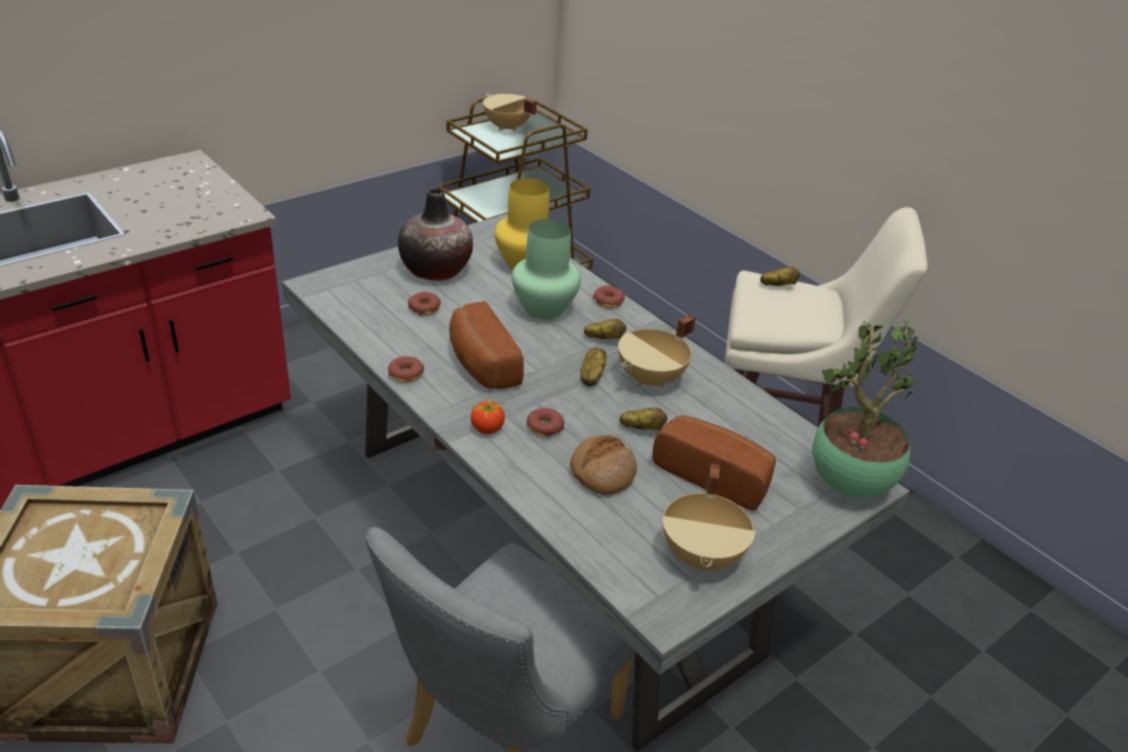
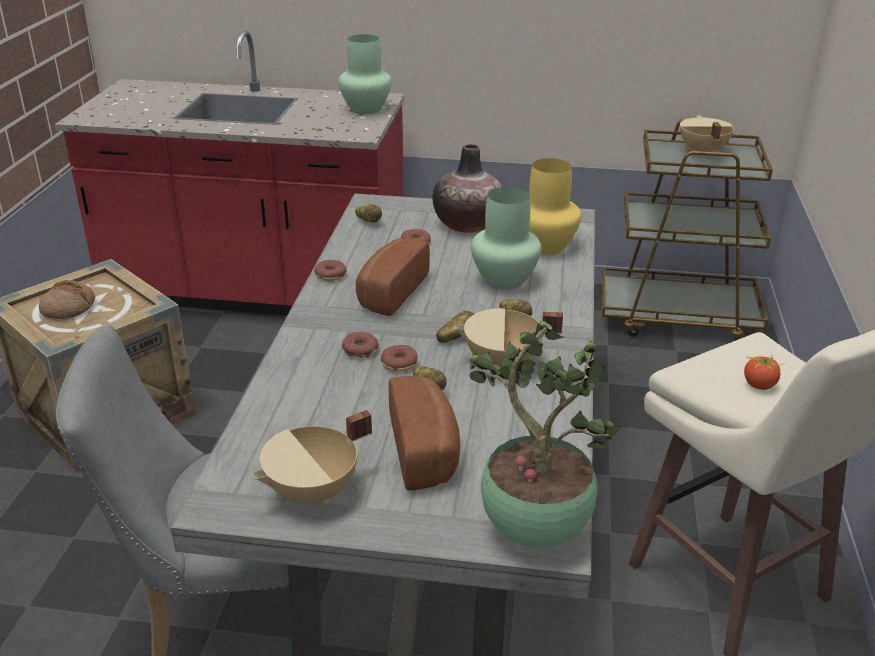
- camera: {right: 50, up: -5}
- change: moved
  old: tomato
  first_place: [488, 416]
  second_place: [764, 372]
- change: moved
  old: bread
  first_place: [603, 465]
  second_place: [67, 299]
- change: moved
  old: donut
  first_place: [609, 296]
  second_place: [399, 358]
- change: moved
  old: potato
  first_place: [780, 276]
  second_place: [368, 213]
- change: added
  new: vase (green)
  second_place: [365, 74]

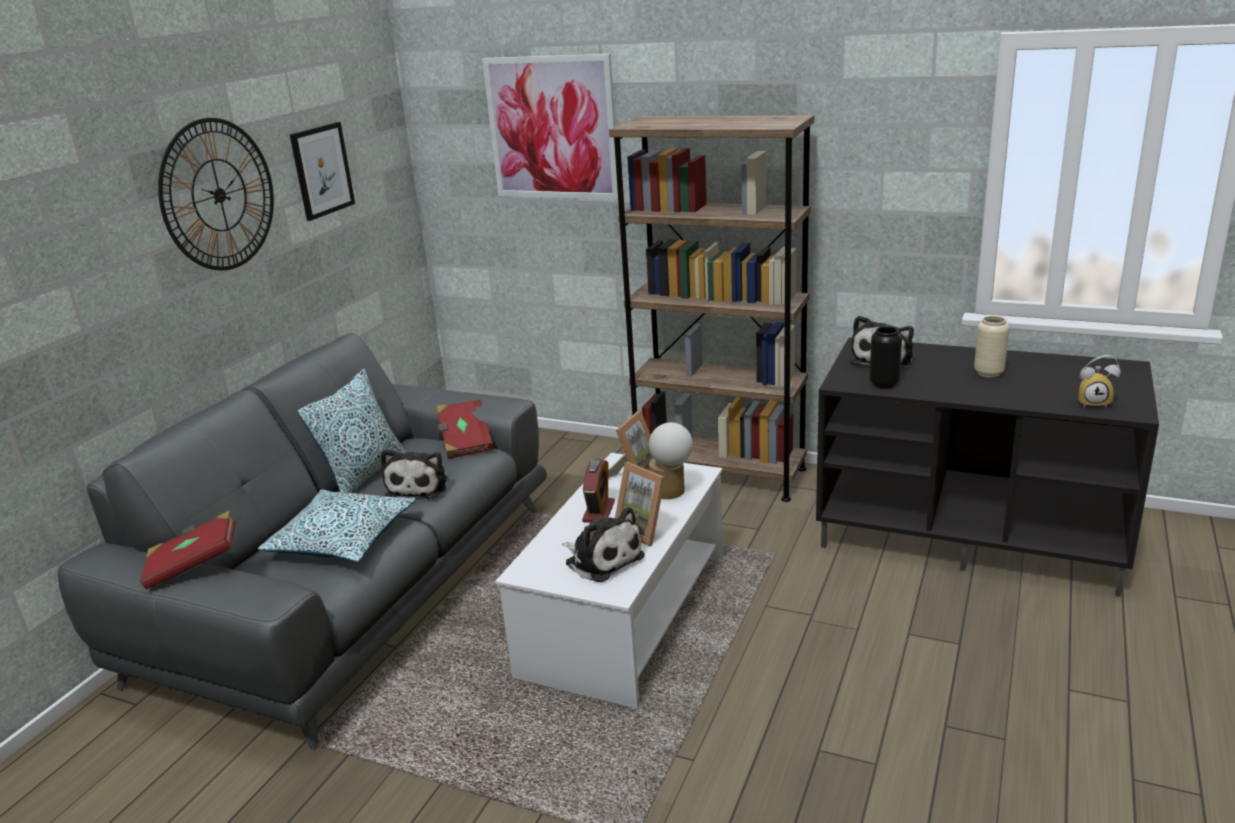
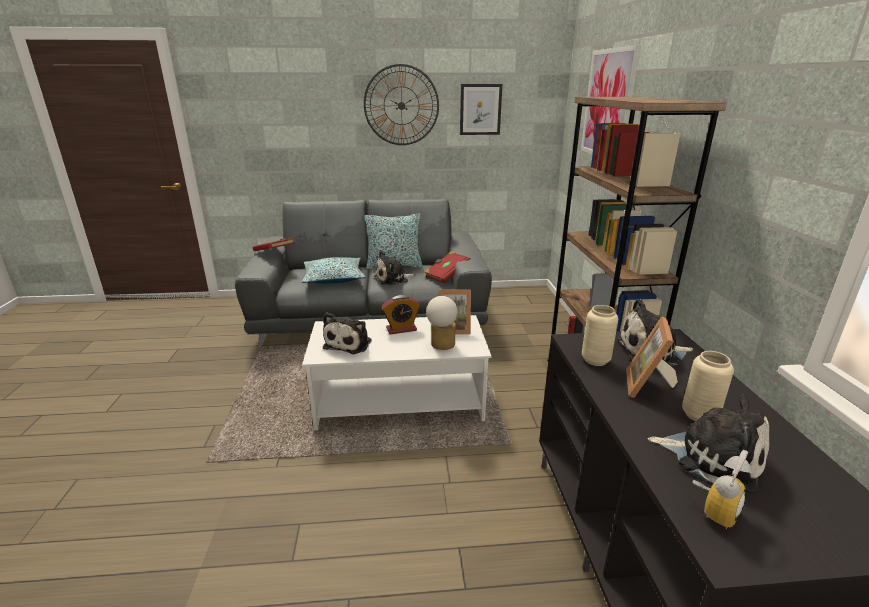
- camera: {right: 60, up: 0}
- change: moved
  old: picture frame
  first_place: [640, 504]
  second_place: [652, 357]
- change: recoloured
  old: vase (black)
  new: vase (beige)
  first_place: [885, 358]
  second_place: [600, 335]
- change: turned
  old: alarm clock
  first_place: [1099, 381]
  second_place: [722, 489]
  degrees: -120
- change: added
  new: plush toy
  second_place: [708, 444]

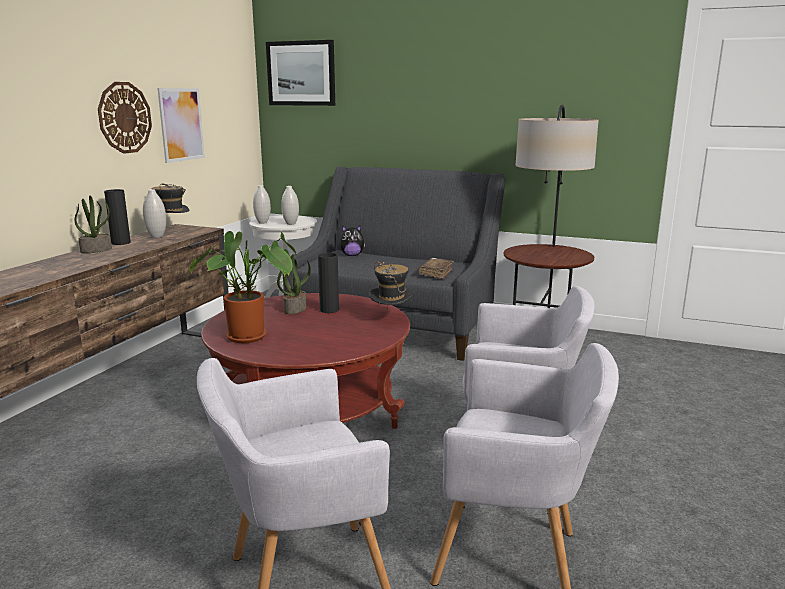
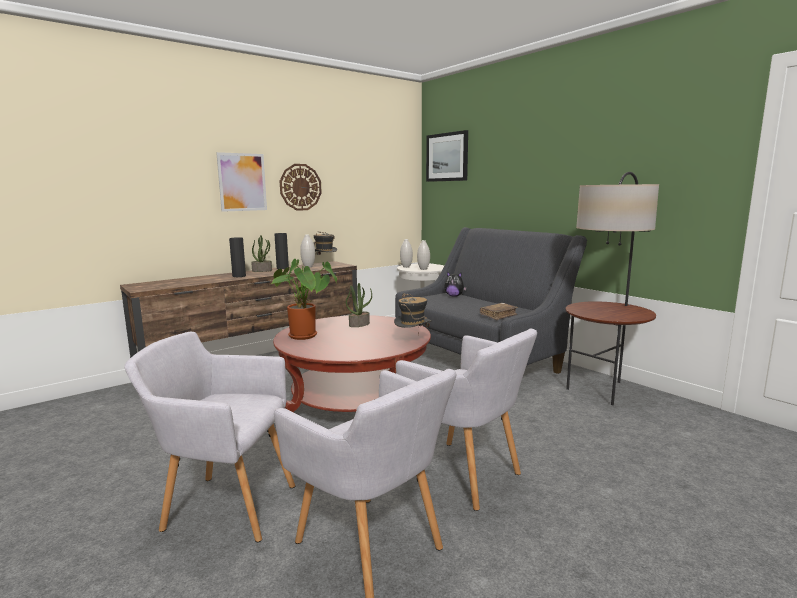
- camera: {right: 30, up: -5}
- change: moved
  old: picture
  first_place: [181, 125]
  second_place: [241, 182]
- change: moved
  old: vase (black)
  first_place: [328, 283]
  second_place: [237, 257]

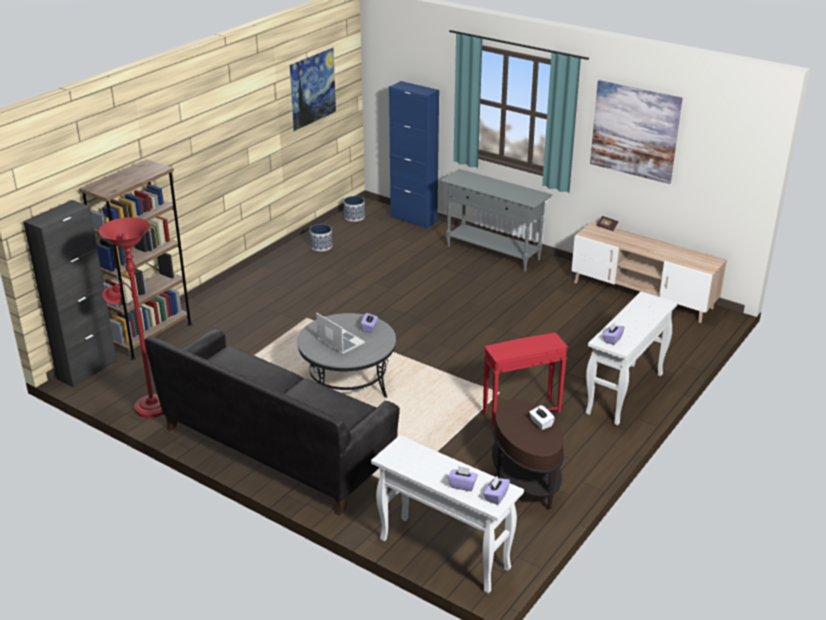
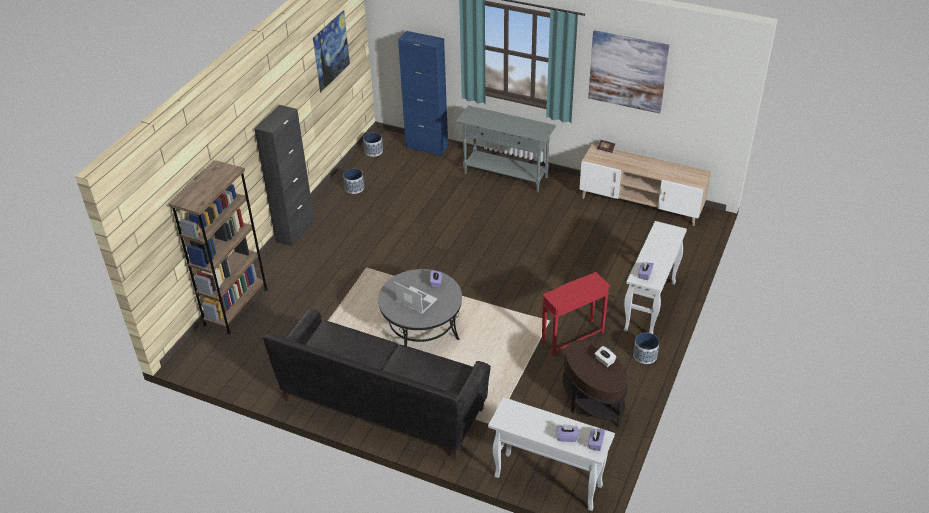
- camera: {right: -10, up: 10}
- change: moved
  old: cabinet (black)
  first_place: [70, 293]
  second_place: [284, 176]
- change: removed
  old: floor lamp (red)
  first_place: [131, 317]
- change: added
  new: planter
  second_place: [646, 348]

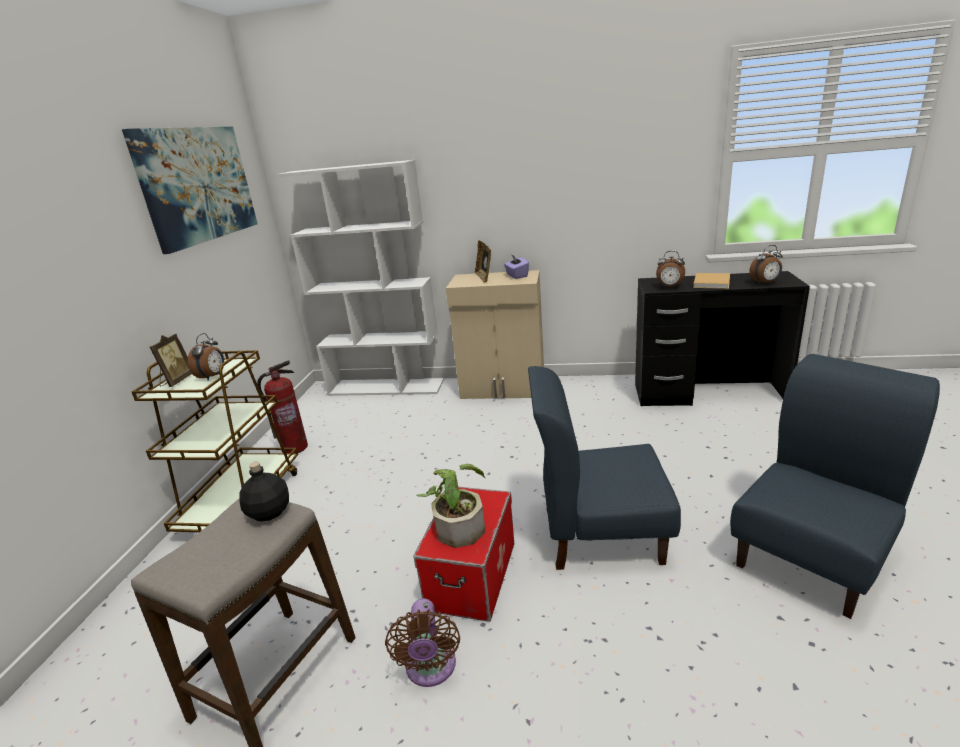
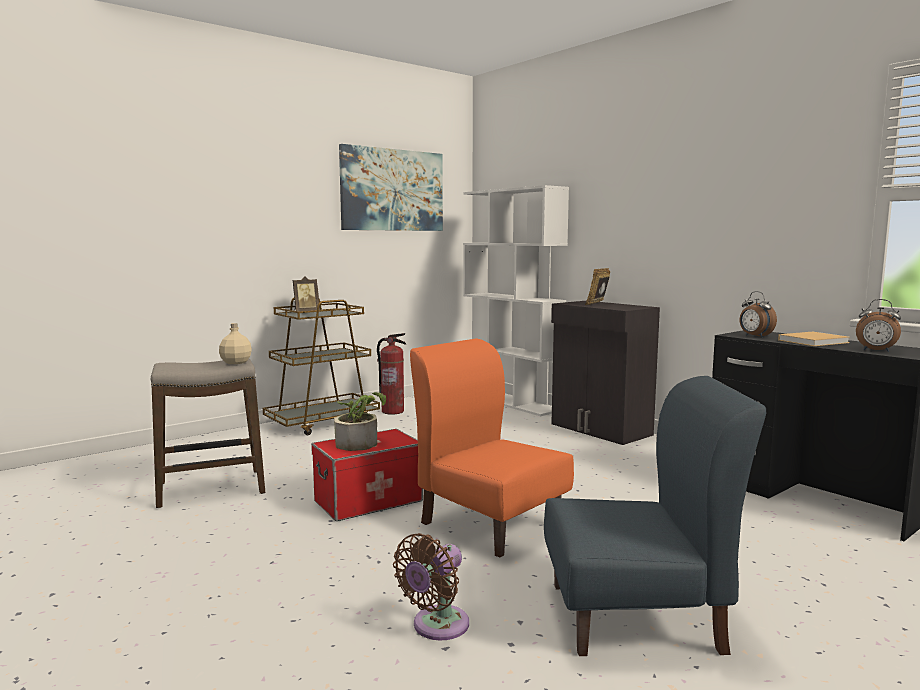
- camera: {right: 40, up: -15}
- change: removed
  old: alarm clock
  first_place: [206, 357]
- change: recoloured
  old: bottle (black)
  new: bottle (beige)
  first_place: [264, 491]
  second_place: [235, 343]
- change: moved
  old: fan (brown)
  first_place: [422, 643]
  second_place: [431, 586]
- change: recoloured
  old: cabinet (beige)
  new: cabinet (black)
  first_place: [495, 334]
  second_place: [605, 373]
- change: removed
  old: tissue box (purple)
  first_place: [516, 266]
- change: recoloured
  old: chair (blue)
  new: chair (orange)
  first_place: [604, 468]
  second_place: [492, 448]

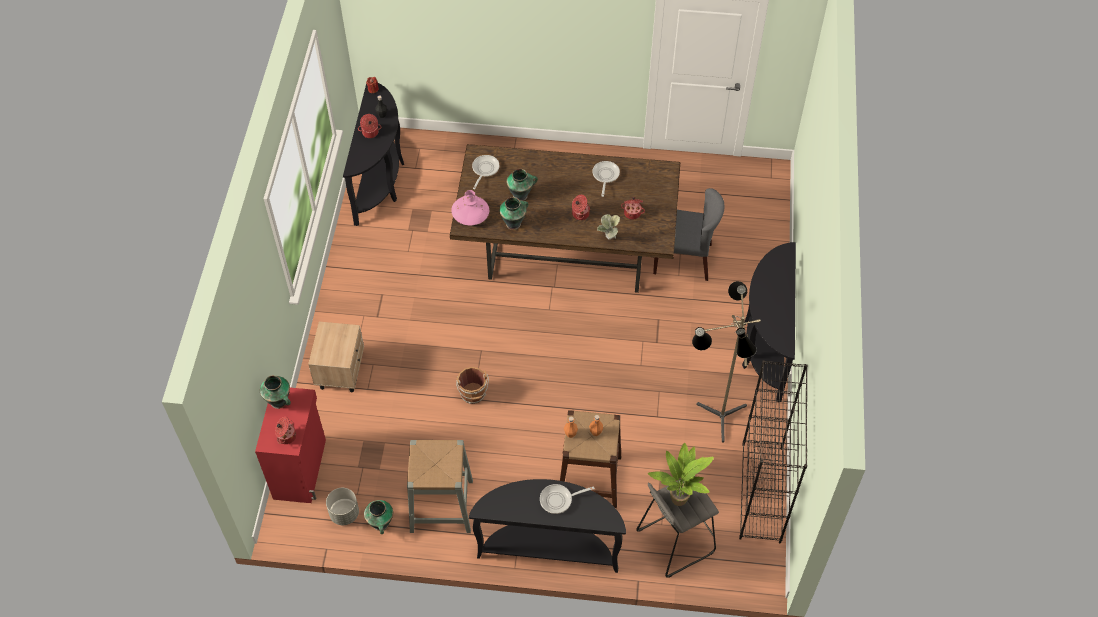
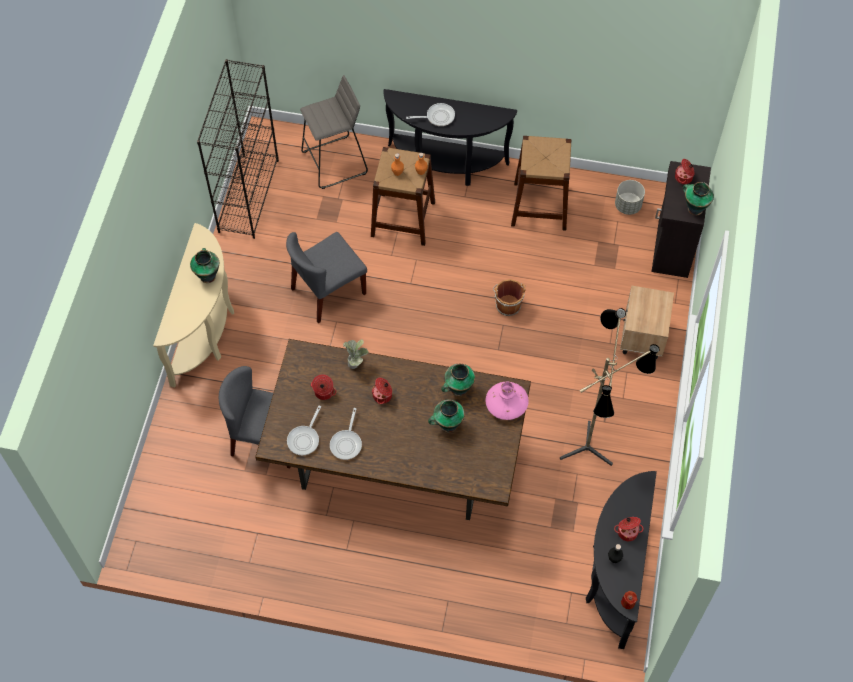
- camera: {right: -175, up: 5}
- change: recoloured
  old: cabinet (red)
  new: cabinet (black)
  first_place: [290, 445]
  second_place: [681, 219]
- change: moved
  old: vase
  first_place: [378, 517]
  second_place: [204, 265]
- change: recoloured
  old: stool (grey)
  new: stool (brown)
  first_place: [440, 486]
  second_place: [541, 183]
- change: moved
  old: frying pan
  first_place: [485, 172]
  second_place: [304, 430]
- change: removed
  old: potted plant
  first_place: [681, 474]
- change: moved
  old: floor lamp
  first_place: [726, 361]
  second_place: [610, 387]
- change: recoloured
  old: console table (black)
  new: console table (beige)
  first_place: [769, 322]
  second_place: [193, 305]
- change: added
  new: chair (grey)
  second_place: [326, 277]

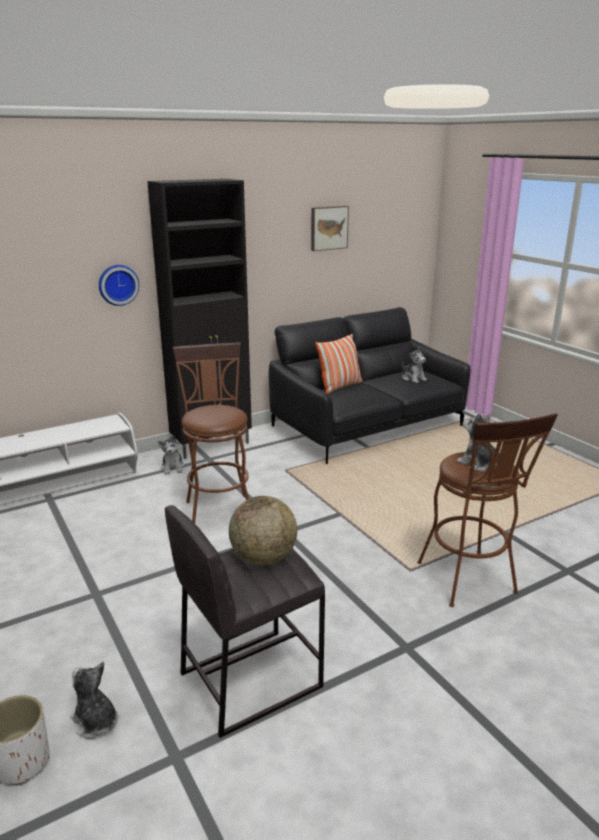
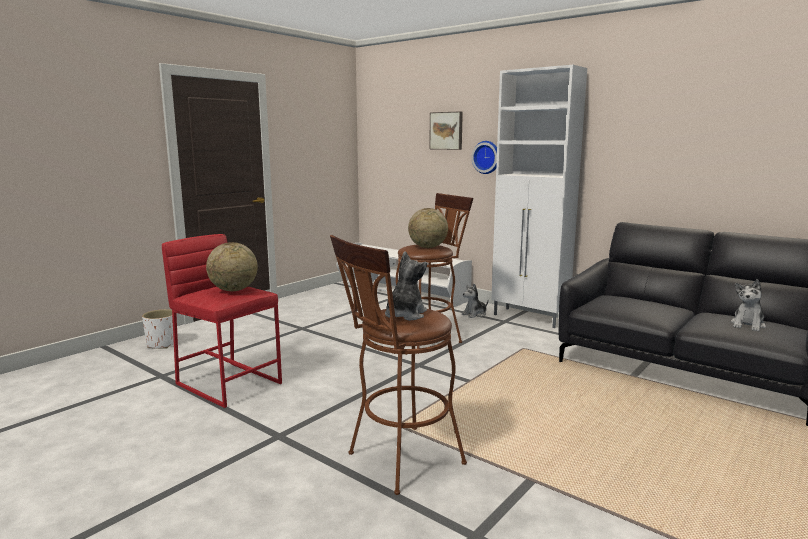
- camera: {right: 70, up: -10}
- change: removed
  old: plush toy
  first_place: [94, 700]
- change: recoloured
  old: cabinet (black)
  new: cabinet (white)
  first_place: [199, 319]
  second_place: [539, 196]
- change: recoloured
  old: stool (grey)
  new: stool (red)
  first_place: [245, 621]
  second_place: [222, 321]
- change: moved
  old: picture
  first_place: [330, 228]
  second_place: [446, 130]
- change: removed
  old: pillow
  first_place: [339, 364]
- change: added
  new: globe
  second_place: [428, 228]

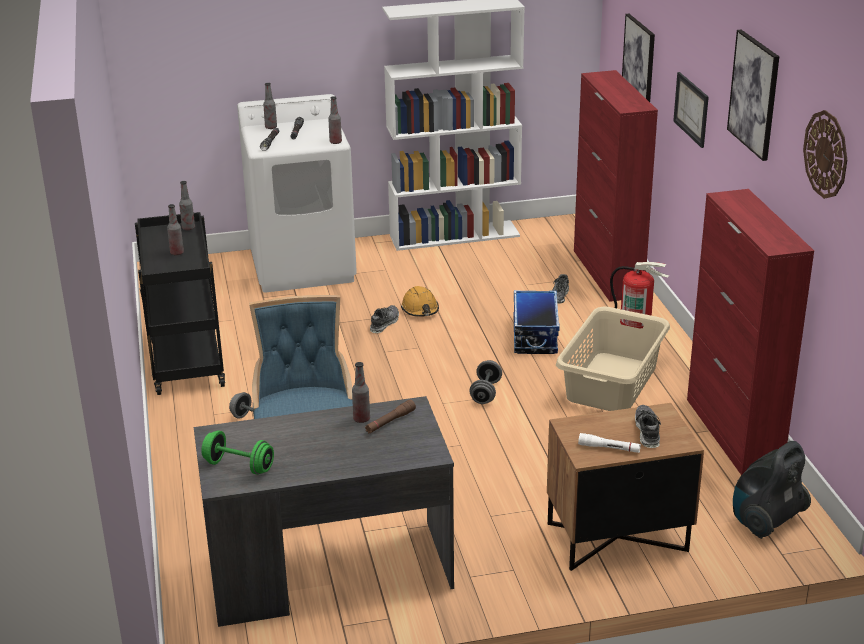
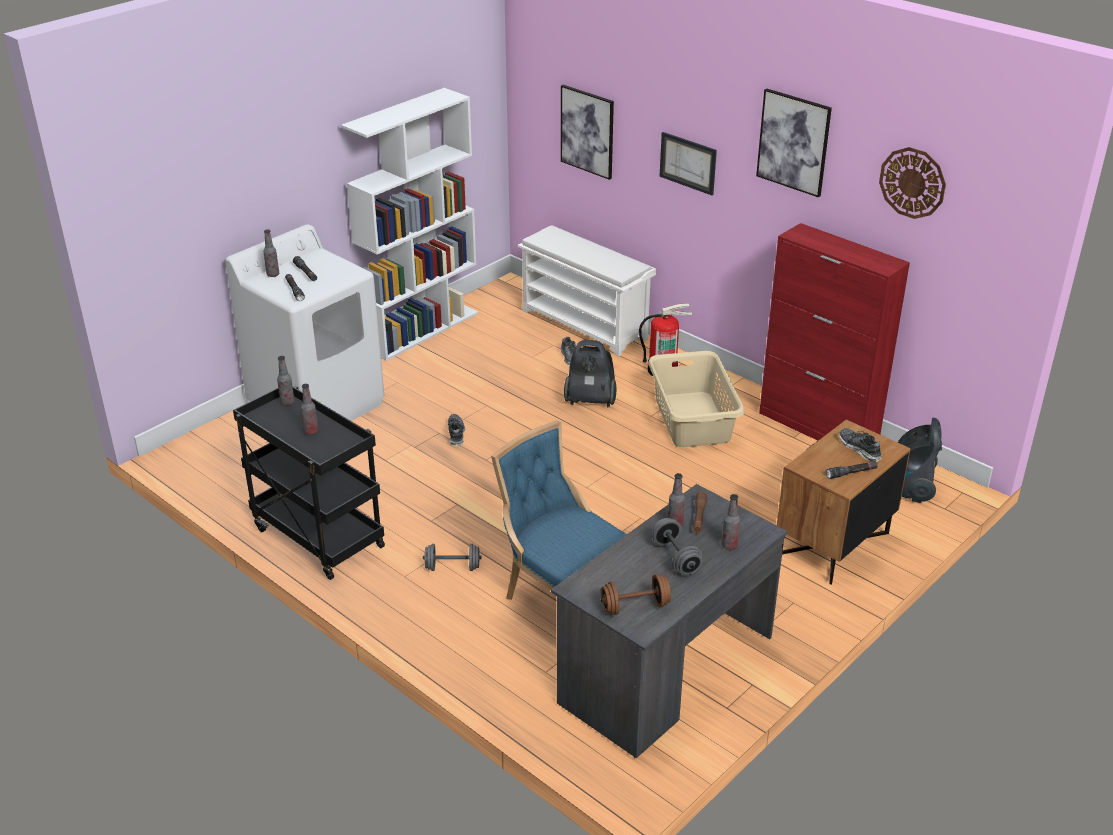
- camera: {right: -35, up: 5}
- change: recoloured
  old: dumbbell (green)
  new: dumbbell (brown)
  first_place: [237, 452]
  second_place: [636, 594]
- change: moved
  old: bottle
  first_place: [335, 120]
  second_place: [730, 522]
- change: removed
  old: hard hat (orange)
  first_place: [420, 301]
- change: moved
  old: dumbbell (grey)
  first_place: [485, 382]
  second_place: [677, 546]
- change: replaced
  old: storage box
  new: vacuum cleaner
  first_place: [537, 322]
  second_place: [590, 374]
- change: replaced
  old: cabinet (red)
  new: shoe rack (white)
  first_place: [616, 186]
  second_place: [587, 290]
- change: recoloured
  old: flashlight (white)
  new: flashlight (black)
  first_place: [609, 443]
  second_place: [852, 470]

